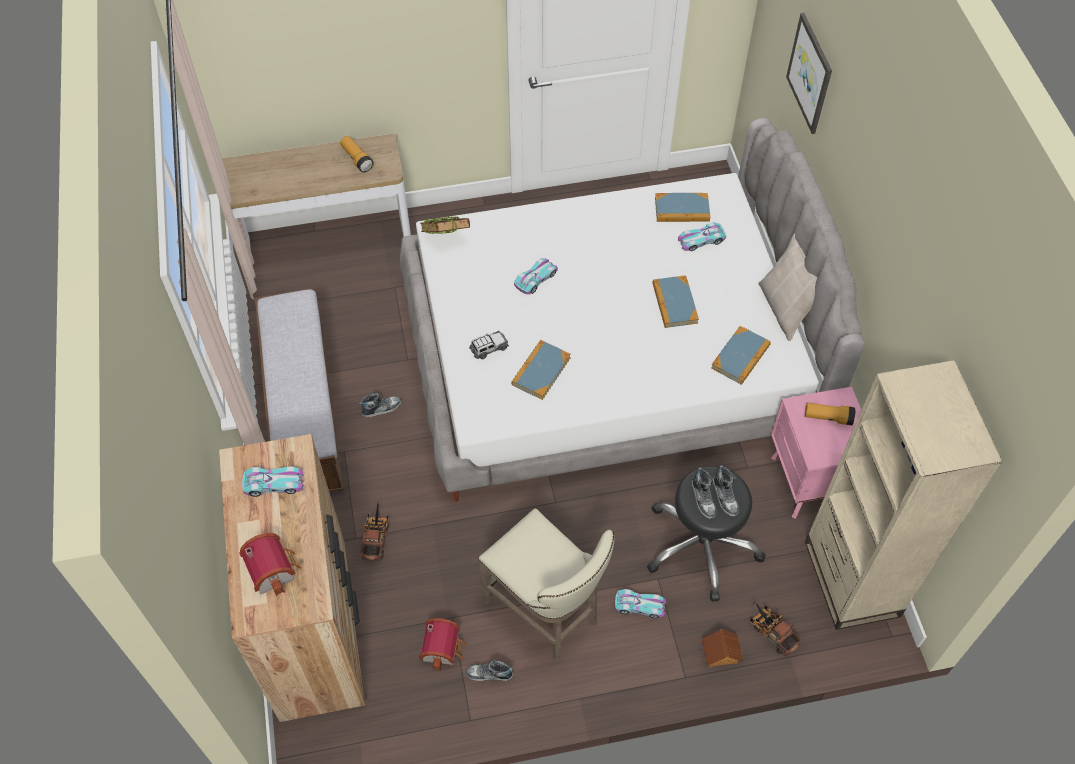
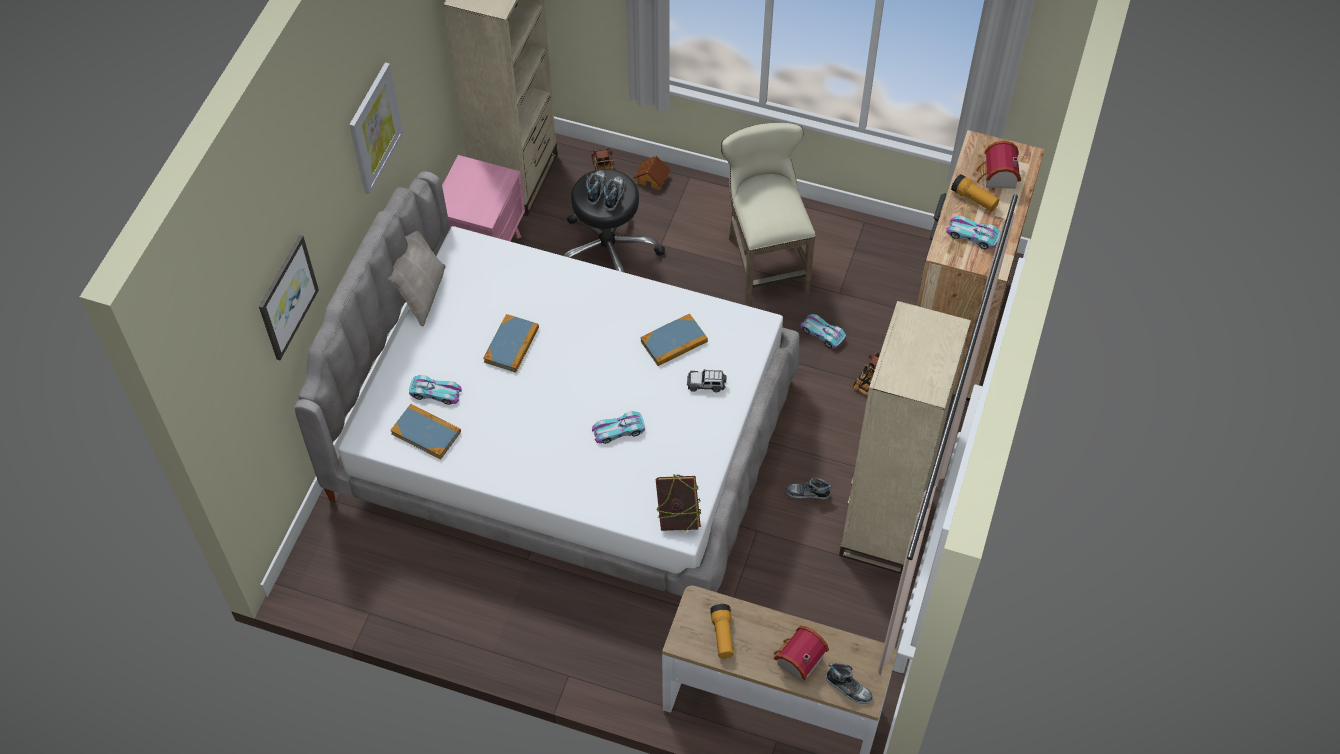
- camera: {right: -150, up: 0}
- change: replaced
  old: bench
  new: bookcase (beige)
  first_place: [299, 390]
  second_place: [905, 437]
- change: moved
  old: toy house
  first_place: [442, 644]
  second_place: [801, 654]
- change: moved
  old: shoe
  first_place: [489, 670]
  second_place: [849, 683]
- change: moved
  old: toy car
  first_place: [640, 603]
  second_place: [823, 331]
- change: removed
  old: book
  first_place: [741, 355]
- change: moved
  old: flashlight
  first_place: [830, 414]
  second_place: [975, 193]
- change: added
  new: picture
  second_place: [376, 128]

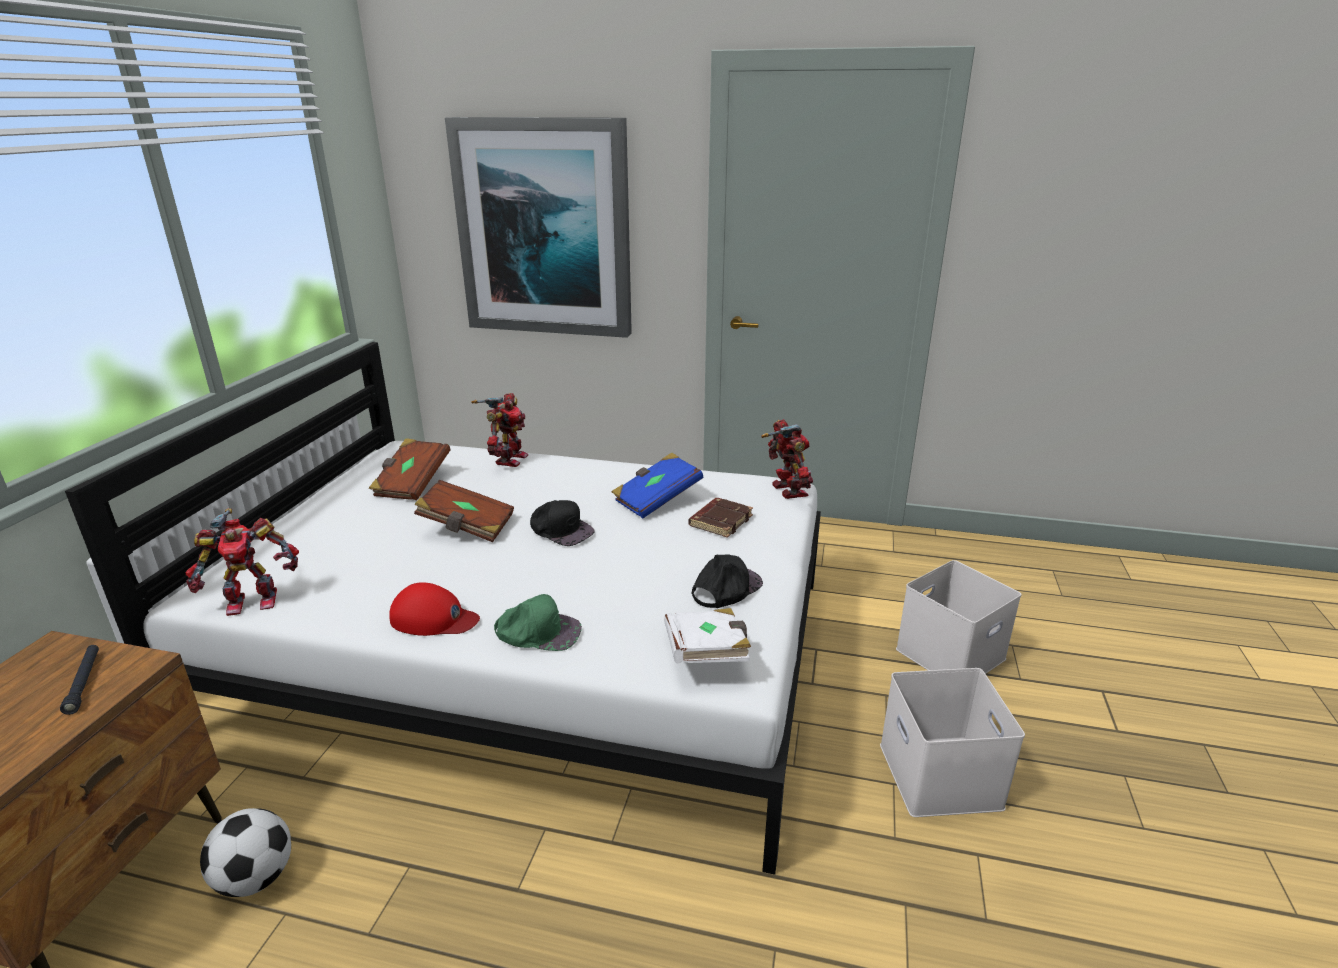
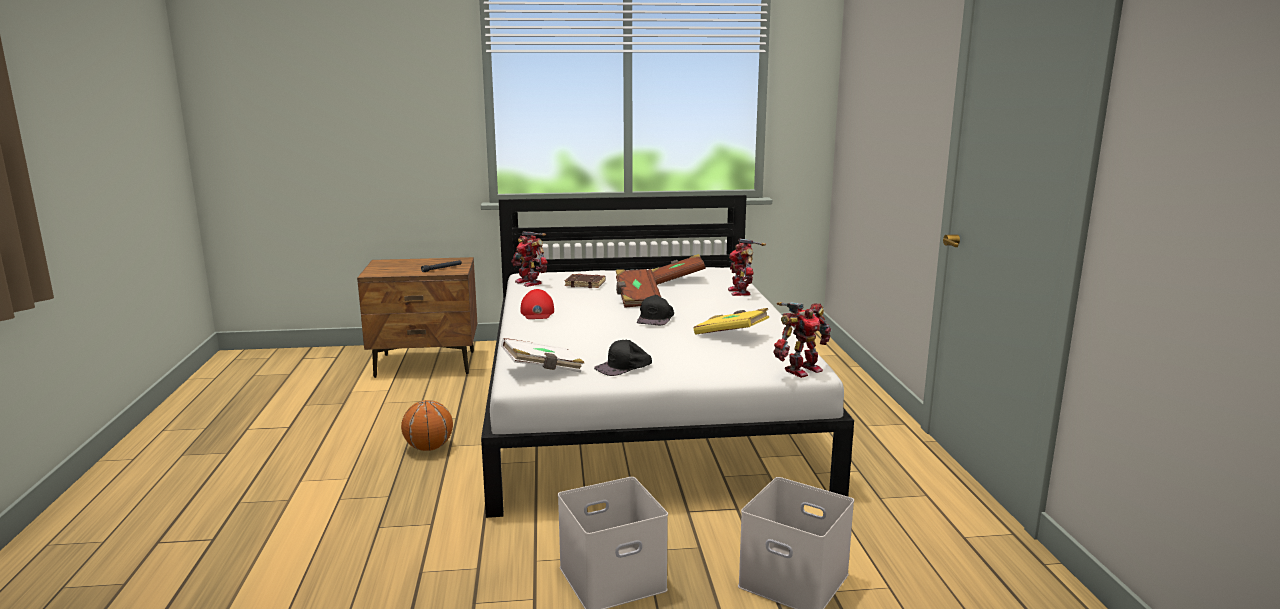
- camera: {right: 70, up: -10}
- change: removed
  old: football
  first_place: [245, 852]
- change: removed
  old: picture
  first_place: [538, 227]
- change: turned
  old: toy robot
  first_place: [499, 430]
  second_place: [747, 267]
  degrees: 90
- change: removed
  old: cap (green)
  first_place: [538, 622]
- change: recoloured
  old: book (blue)
  new: book (yellow)
  first_place: [657, 485]
  second_place: [731, 321]
- change: moved
  old: book (brown)
  first_place: [721, 518]
  second_place: [585, 281]
- change: turned
  old: cap (black)
  first_place: [727, 581]
  second_place: [623, 358]
  degrees: 120
- change: added
  new: basketball
  second_place: [427, 425]

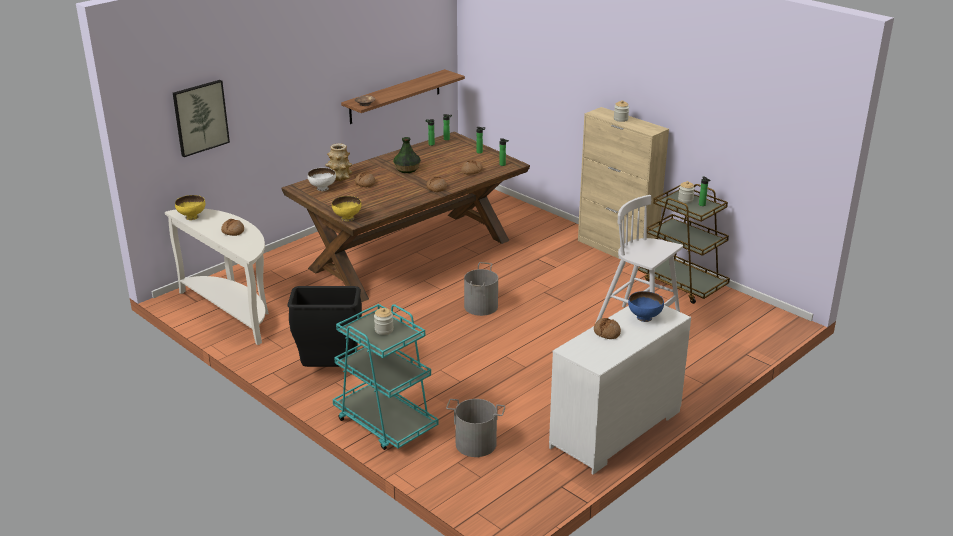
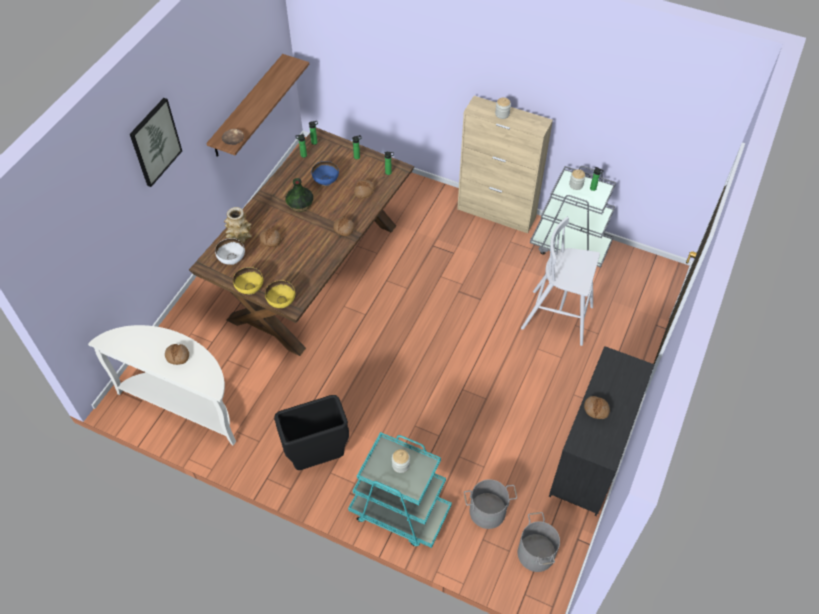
- camera: {right: -20, up: 25}
- change: moved
  old: picture
  first_place: [201, 118]
  second_place: [156, 142]
- change: moved
  old: bowl (yellow)
  first_place: [190, 207]
  second_place: [248, 281]
- change: moved
  old: bucket (grey)
  first_place: [481, 289]
  second_place: [539, 542]
- change: recoloured
  old: dresser (white)
  new: dresser (black)
  first_place: [620, 390]
  second_place: [601, 431]
- change: moved
  old: bowl (blue)
  first_place: [646, 306]
  second_place: [325, 173]
- change: recoloured
  old: cart (brown)
  new: cart (grey)
  first_place: [684, 244]
  second_place: [573, 217]

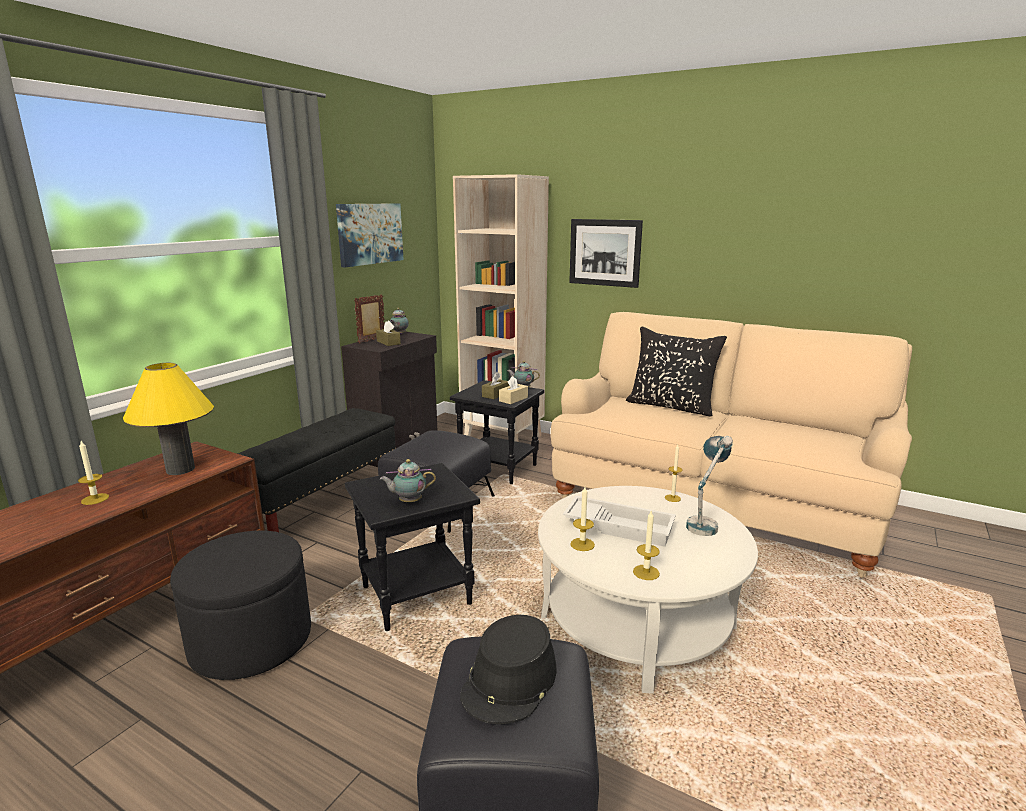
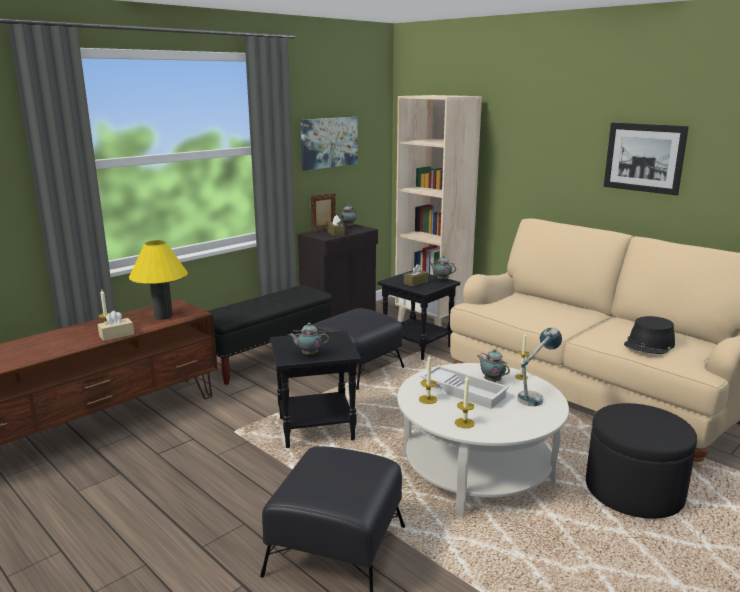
- camera: {right: 15, up: 0}
- change: moved
  old: ottoman (black)
  first_place: [240, 605]
  second_place: [641, 461]
- change: moved
  old: hat (black)
  first_place: [508, 669]
  second_place: [649, 335]
- change: moved
  old: tissue box (beige)
  first_place: [513, 390]
  second_place: [116, 326]
- change: moved
  old: picture
  first_place: [606, 253]
  second_place: [646, 159]
- change: removed
  old: pillow (black)
  first_place: [676, 371]
- change: added
  new: teapot
  second_place: [493, 365]

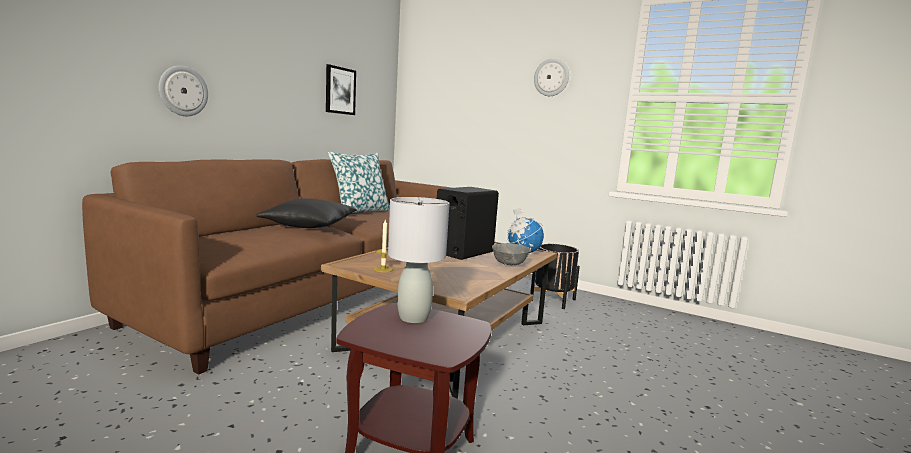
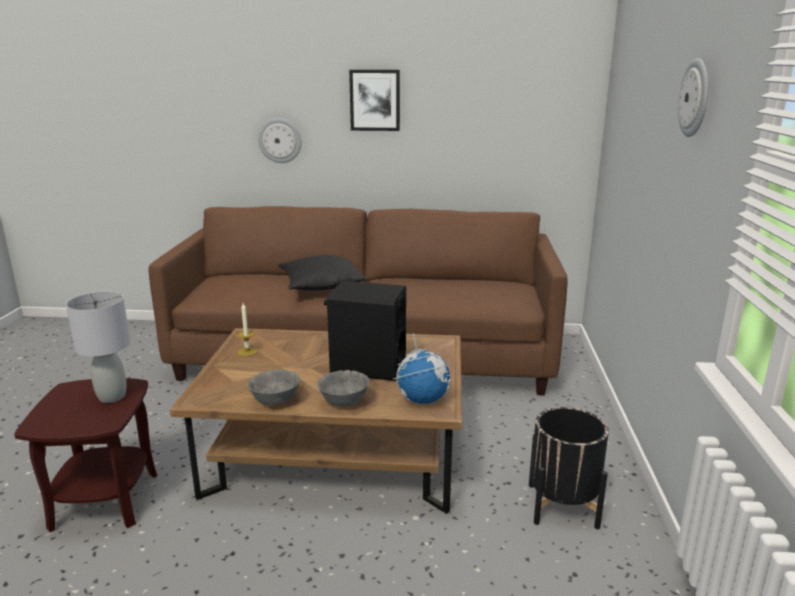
- camera: {right: 65, up: 10}
- change: moved
  old: picture
  first_place: [341, 89]
  second_place: [374, 100]
- change: removed
  old: pillow
  first_place: [359, 183]
- change: added
  new: bowl (grey)
  second_place: [274, 388]

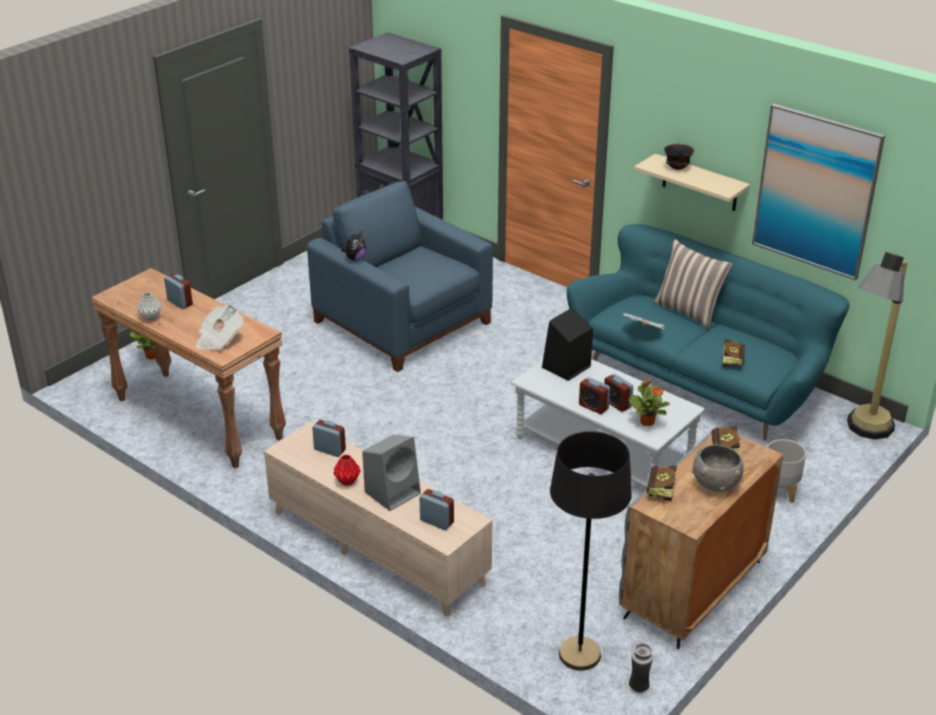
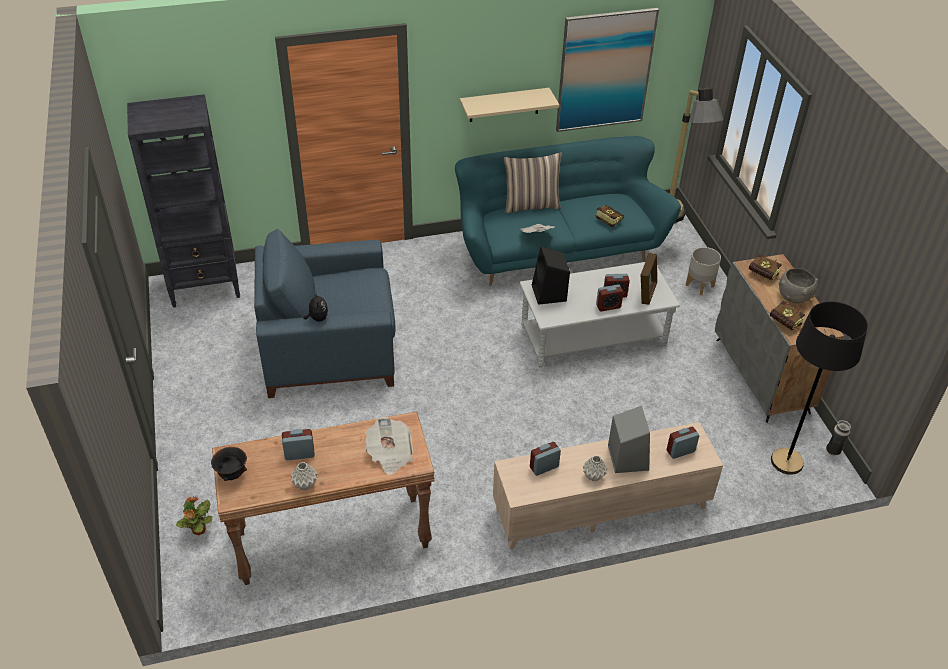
- camera: {right: -55, up: 10}
- change: recoloured
  old: vase (red)
  new: vase (grey)
  first_place: [347, 470]
  second_place: [595, 469]
- change: replaced
  old: potted plant
  new: picture frame
  first_place: [649, 403]
  second_place: [649, 279]
- change: moved
  old: bowl (black)
  first_place: [679, 157]
  second_place: [229, 464]

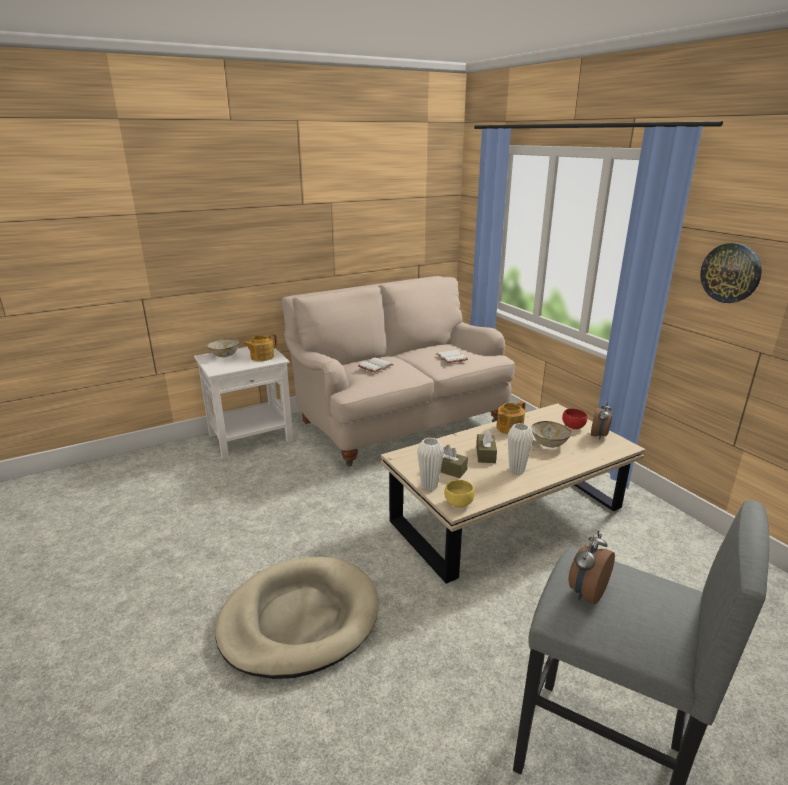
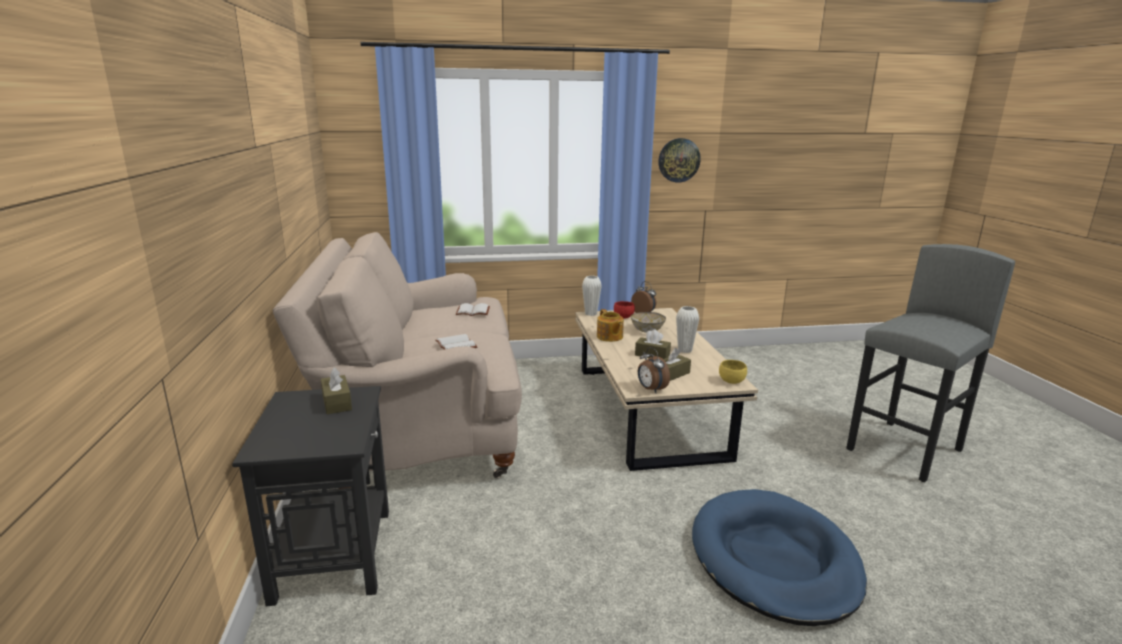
- camera: {right: -70, up: -5}
- change: recoloured
  old: side table (white)
  new: side table (black)
  first_place: [243, 402]
  second_place: [310, 496]
- change: removed
  old: bowl
  first_place: [223, 347]
- change: recoloured
  old: dog bed (beige)
  new: dog bed (blue)
  first_place: [297, 618]
  second_place: [779, 557]
- change: replaced
  old: teapot
  new: tissue box (brown)
  first_place: [260, 347]
  second_place: [336, 391]
- change: moved
  old: vase (white)
  first_place: [430, 464]
  second_place: [592, 296]
- change: moved
  old: alarm clock
  first_place: [591, 567]
  second_place: [654, 370]

